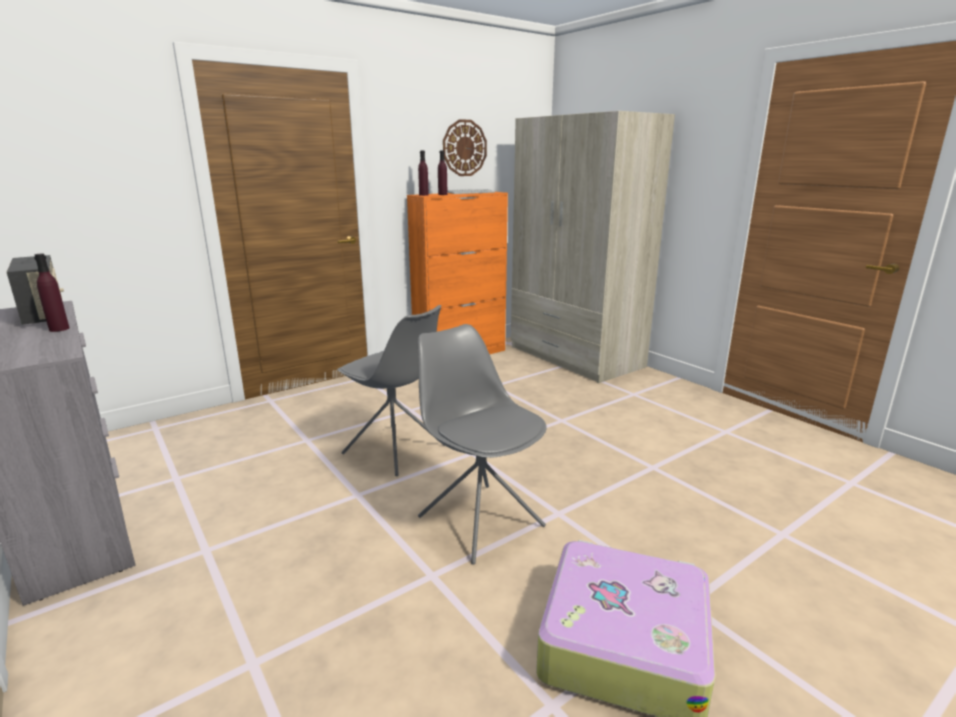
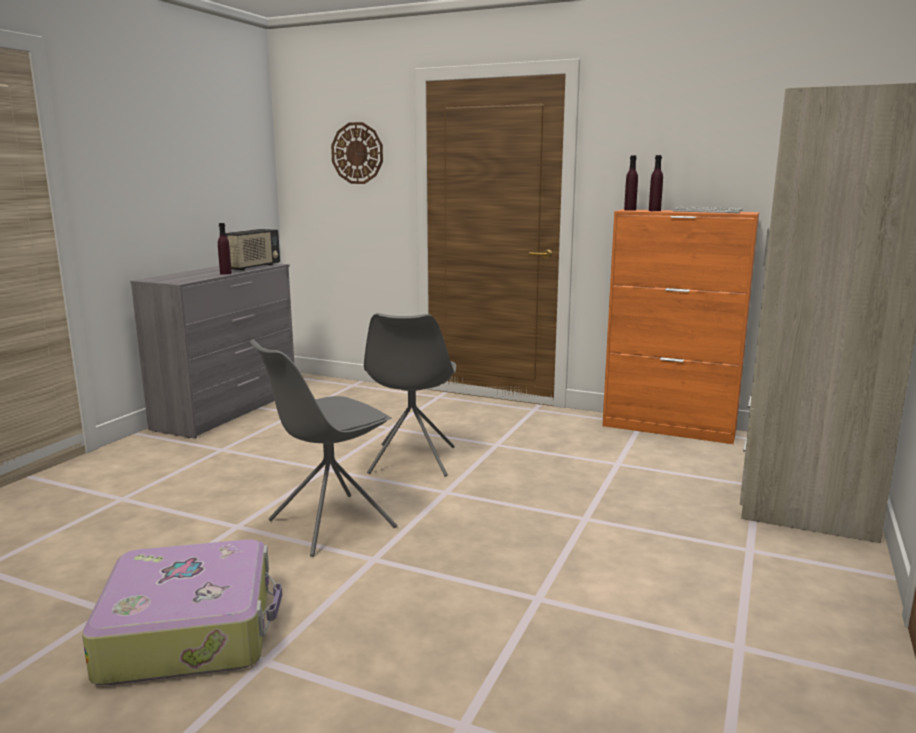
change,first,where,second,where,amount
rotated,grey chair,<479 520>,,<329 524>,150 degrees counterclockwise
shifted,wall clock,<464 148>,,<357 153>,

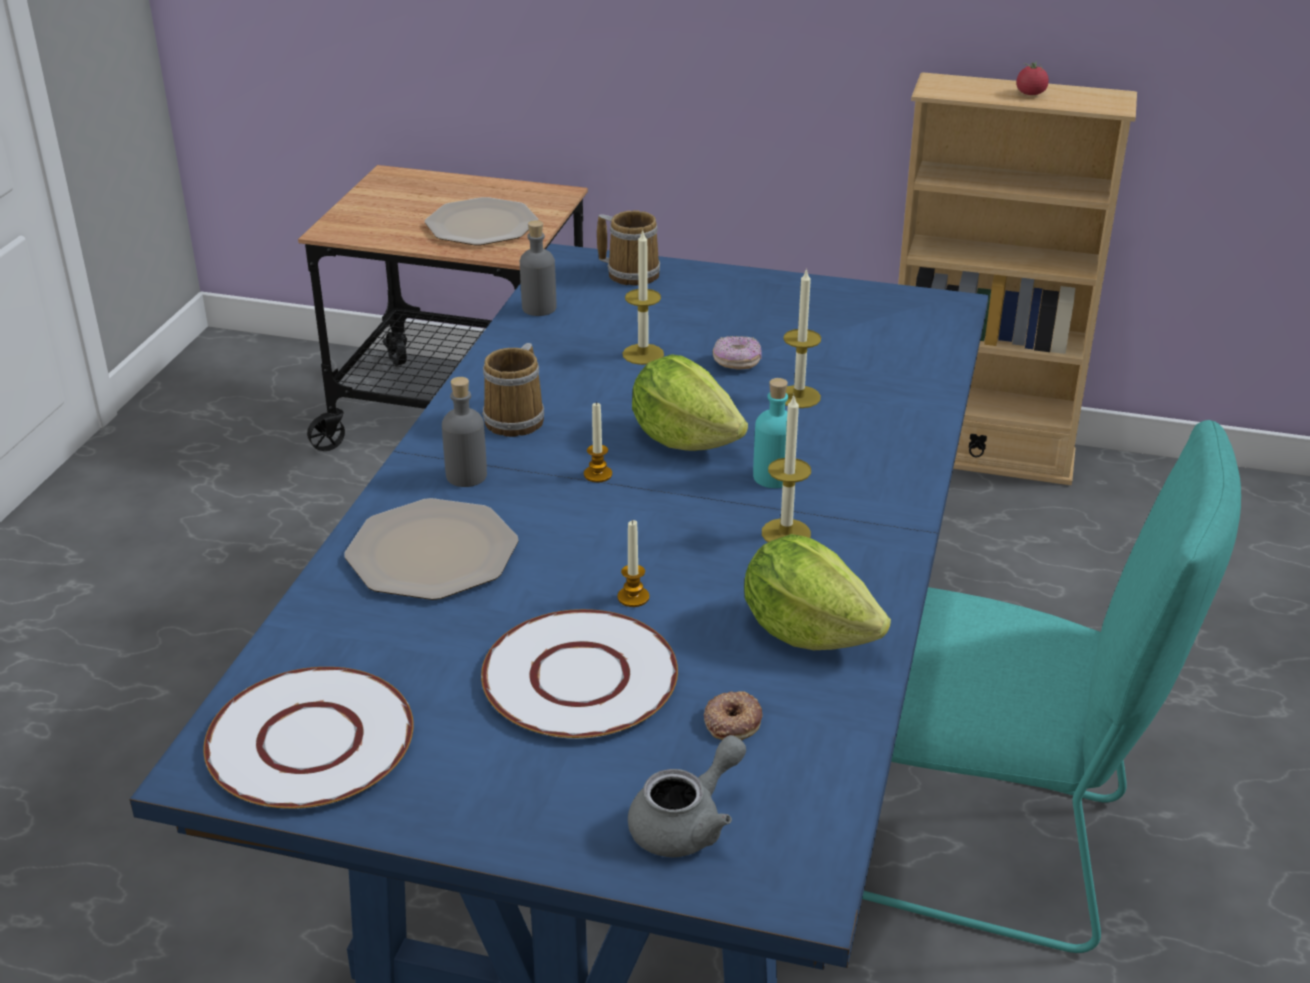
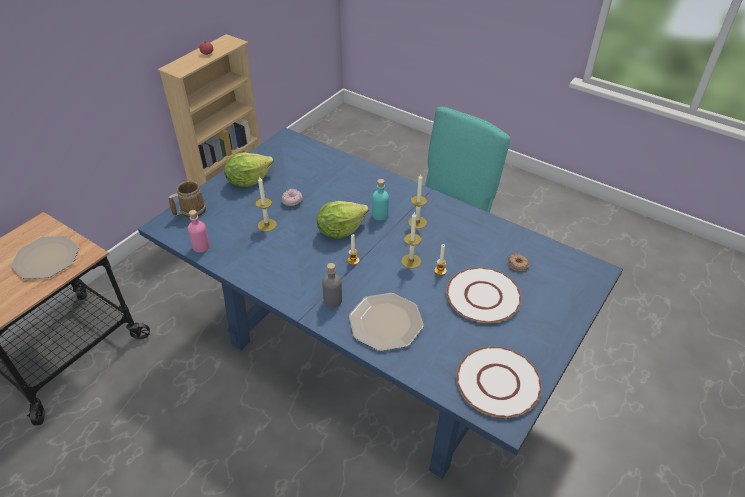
change,first,where,second,where,amount
repainted,grey bottle,<539 308>,pink bottle,<201 246>,
shifted,lettuce,<807 631>,,<248 180>,
shifted,candle,<798 397>,,<411 261>,
gone,mug,<518 418>,,,
gone,grey teapot,<687 823>,,,

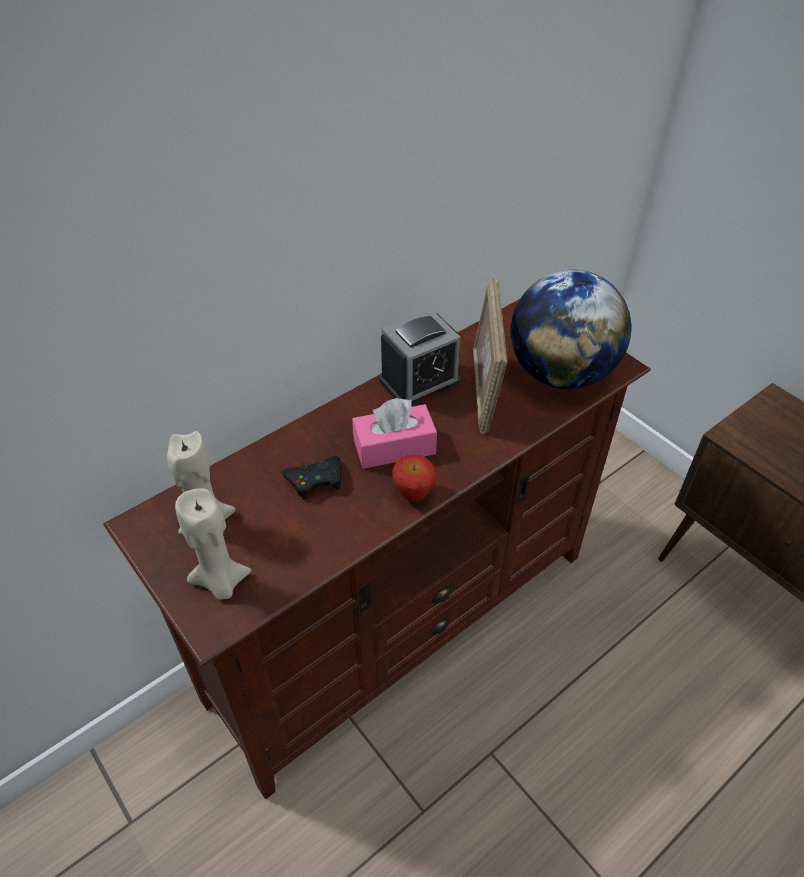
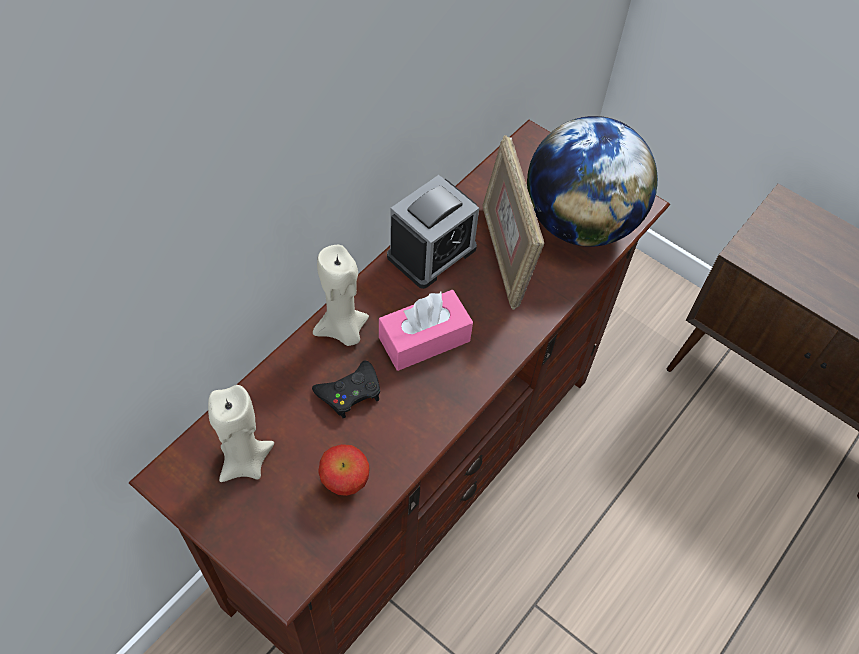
change,first,where,second,where,amount
shifted,beige candle,<221 582>,,<343 331>,
shifted,apple,<413 495>,,<345 484>,

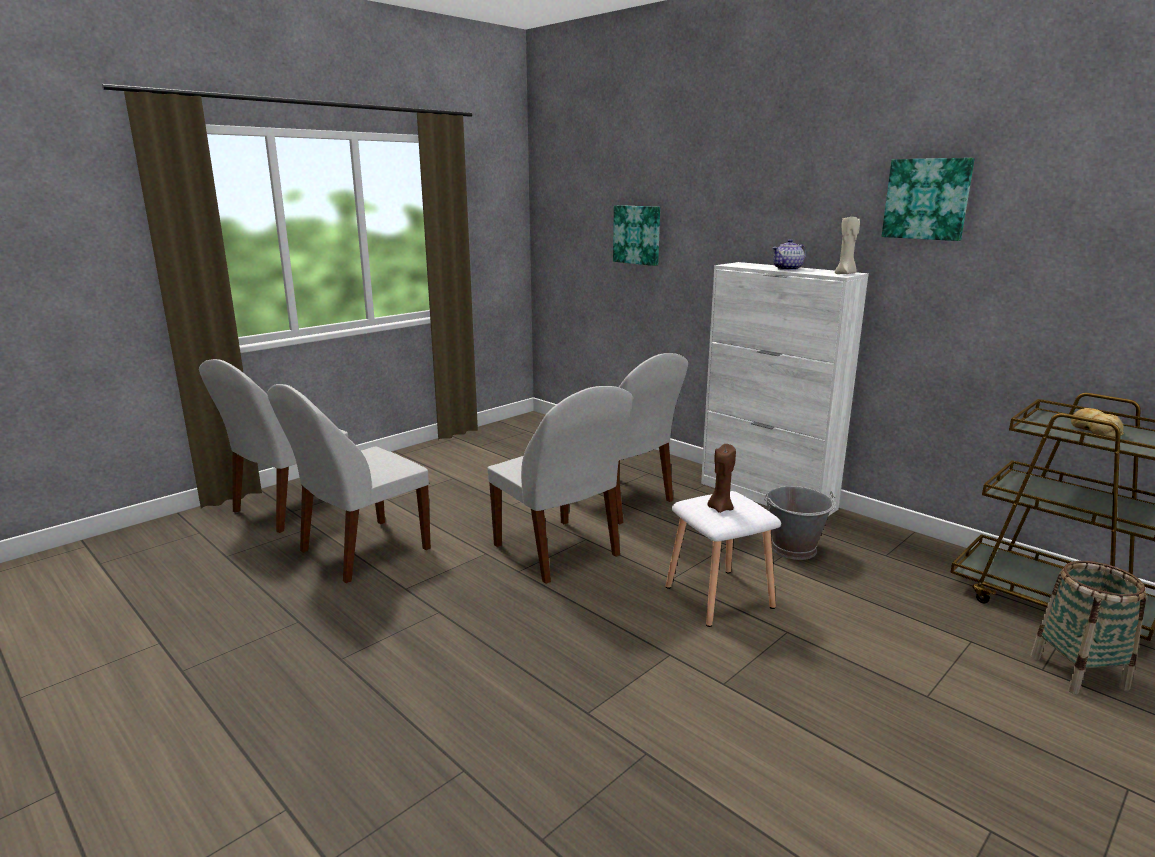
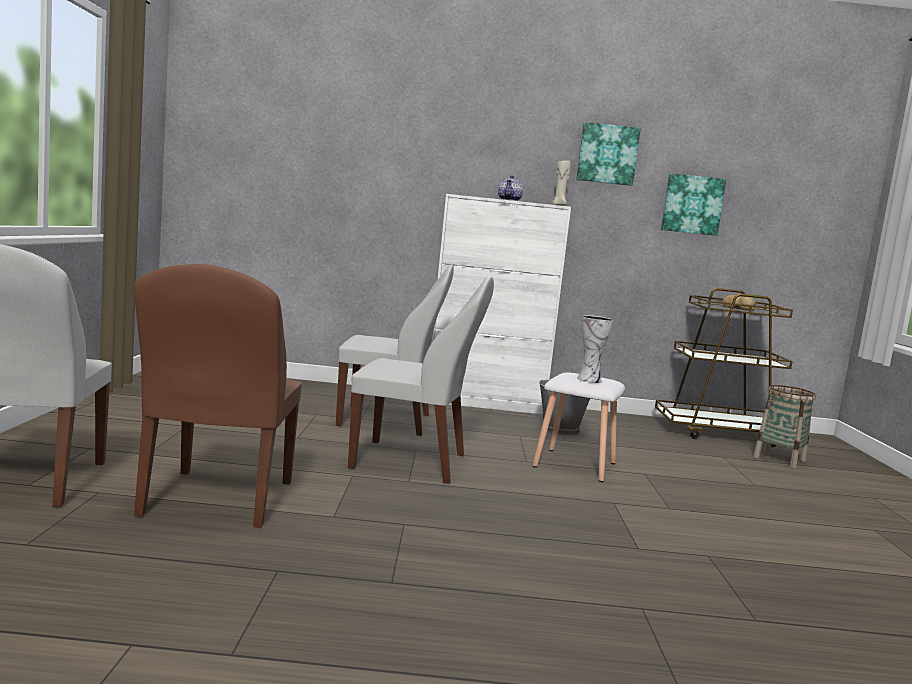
change,first,where,second,where,amount
repainted,white chair,<361 551>,brown chair,<216 500>,
swapped,brown candle,<720 508>,vase,<589 379>,
shifted,picture,<637 234>,,<692 204>,

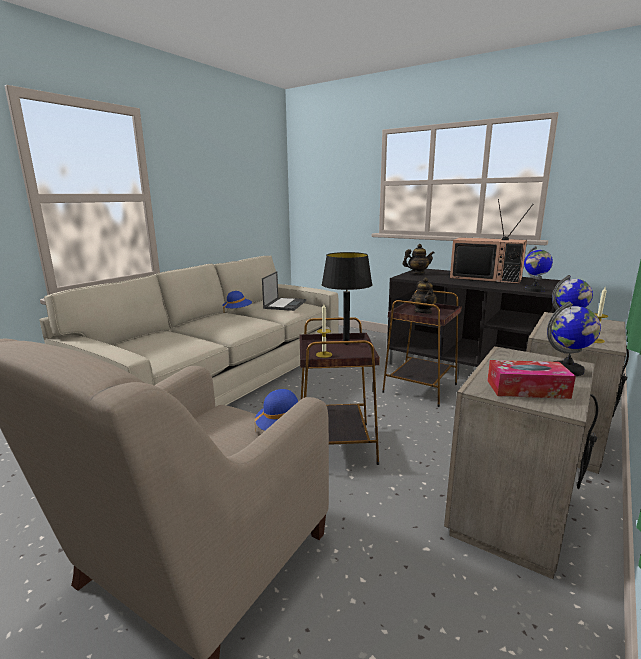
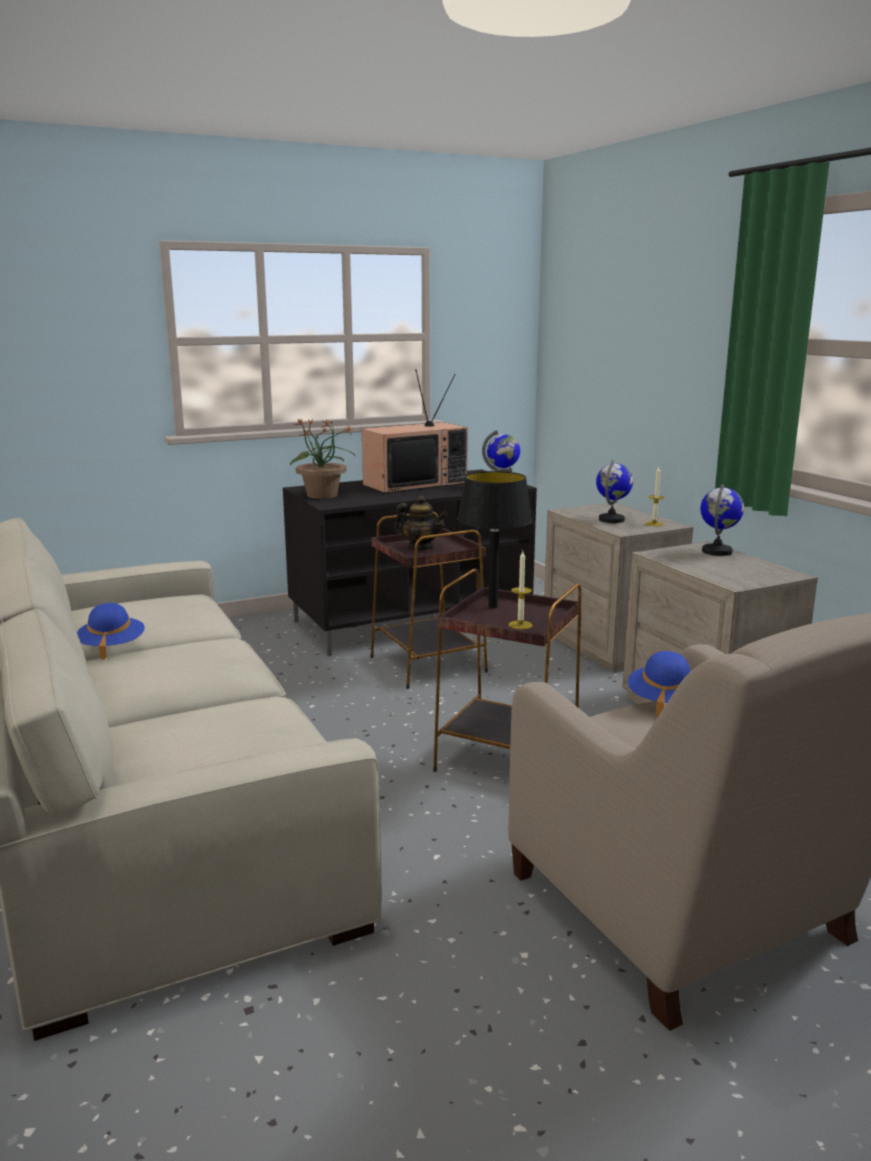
change,first,where,second,where,amount
swapped,teapot,<417 273>,potted plant,<322 495>,
gone,laptop,<285 304>,,,
gone,tissue box,<527 389>,,,

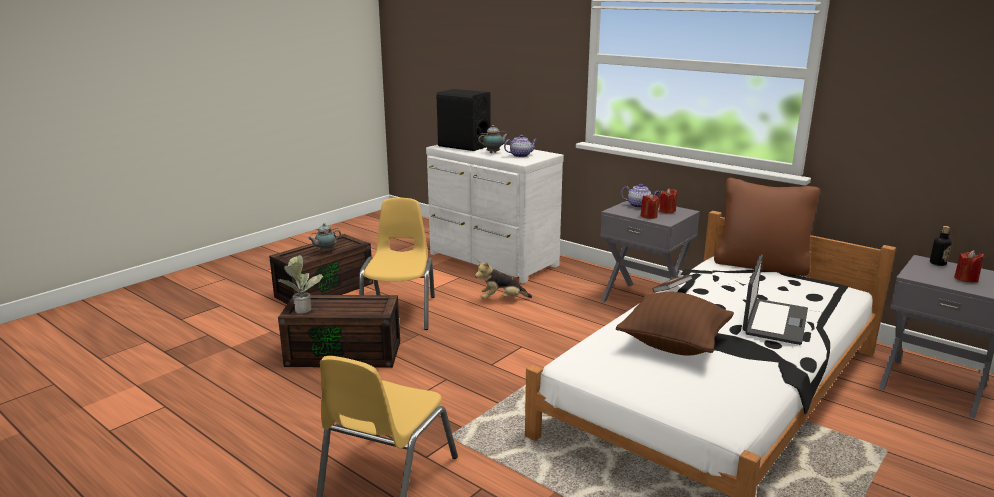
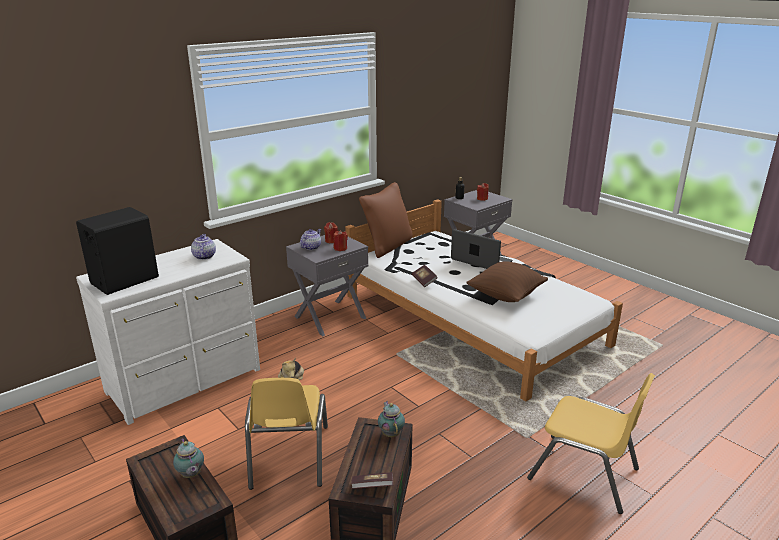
change,first,where,second,where,amount
rotated,yellow chair,<400 312>,,<288 457>,105 degrees counterclockwise
swapped,potted plant,<302 308>,book,<372 487>,
shifted,teapot,<494 153>,,<391 433>,

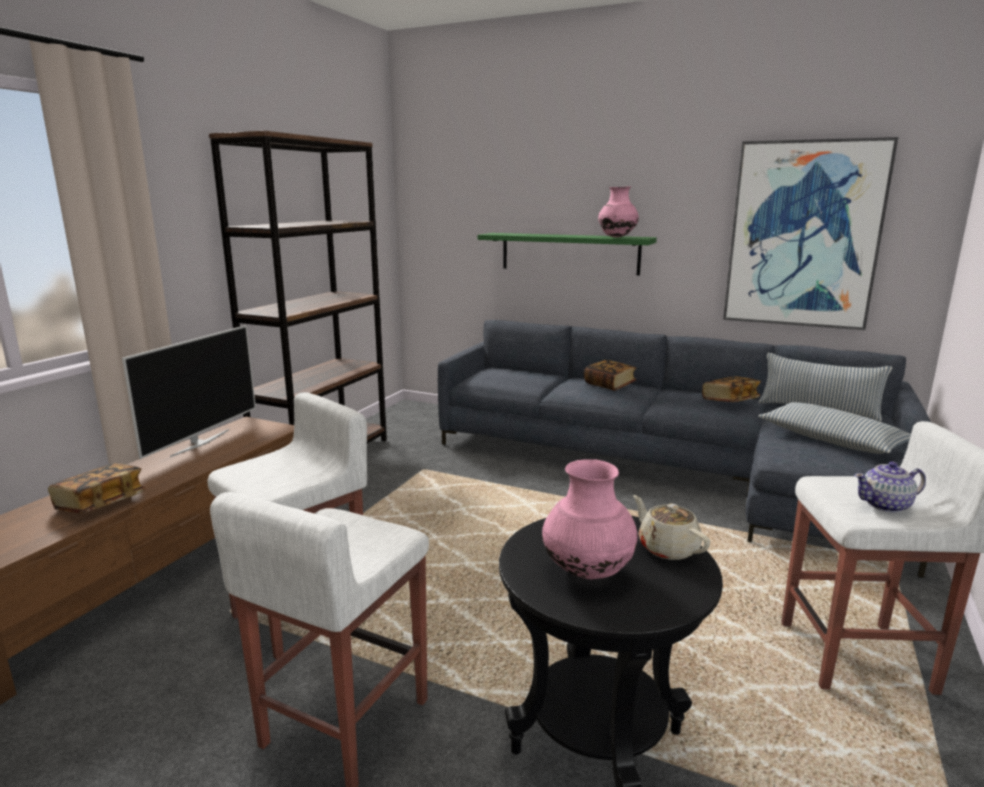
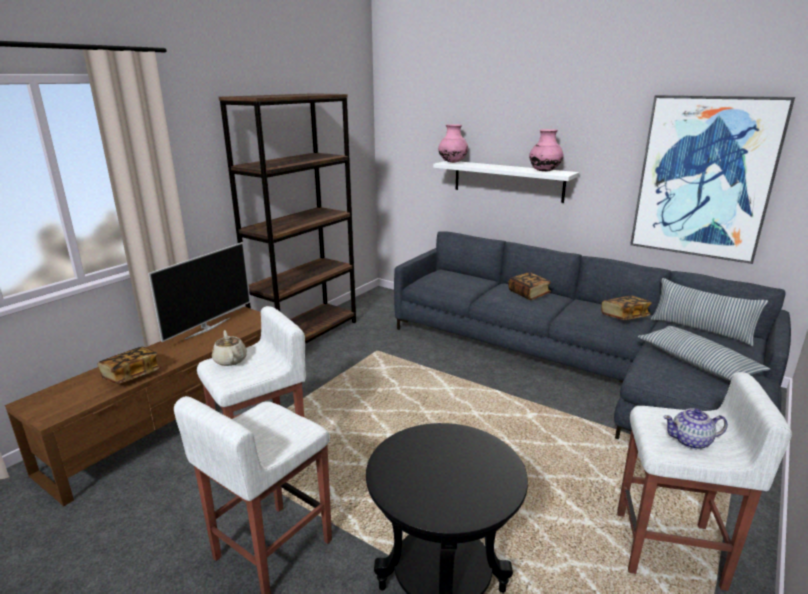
change,first,where,second,where,amount
shifted,beige teapot,<667 548>,,<230 360>,
repainted,green shelf,<569 253>,white shelf,<507 180>,
shifted,pink vase,<588 572>,,<453 162>,

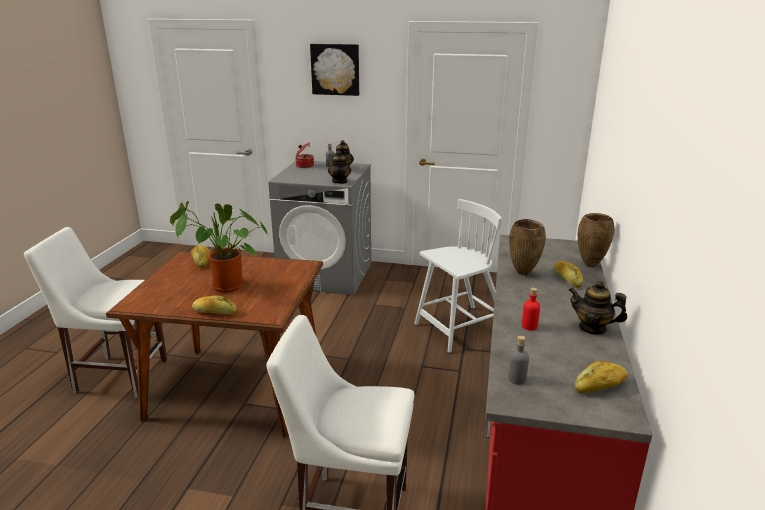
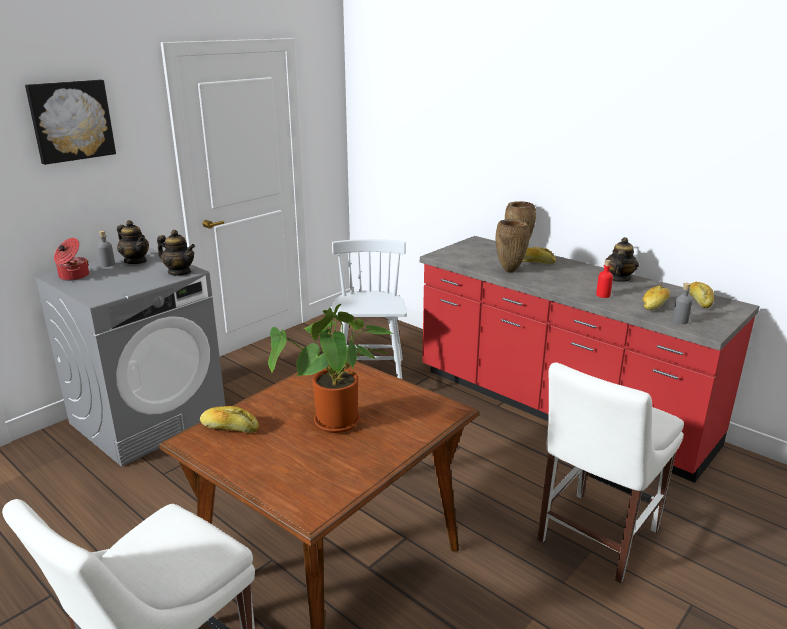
change,first,where,second,where,amount
rotated,teapot,<592 328>,,<618 278>,150 degrees clockwise
shifted,bread,<215 312>,,<655 305>,

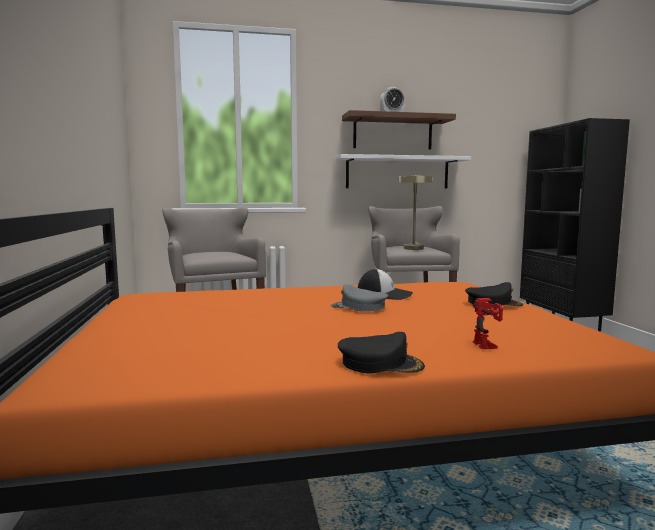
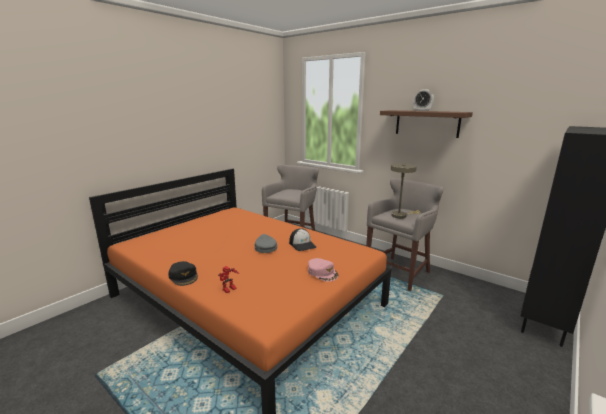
change,first,where,second,where,amount
repainted,black cap,<493 303>,pink cap,<322 273>,
gone,white shelf,<397 172>,,,

